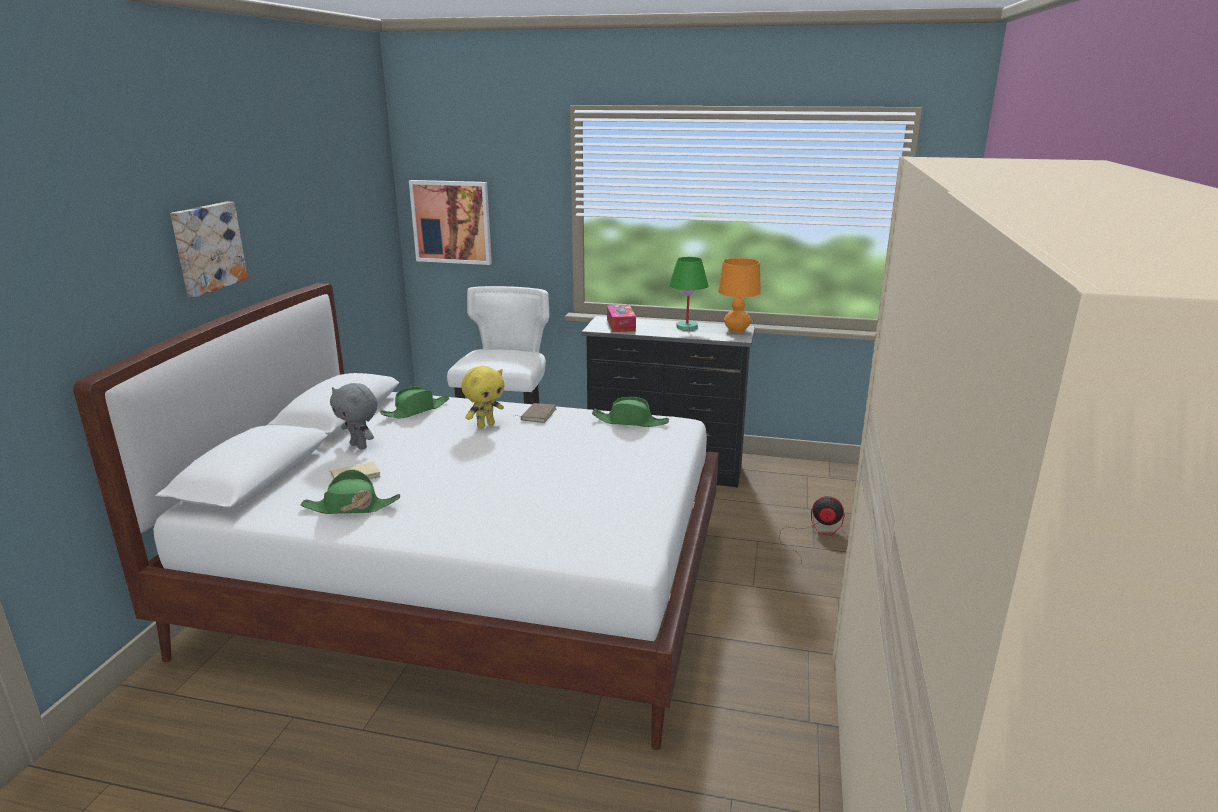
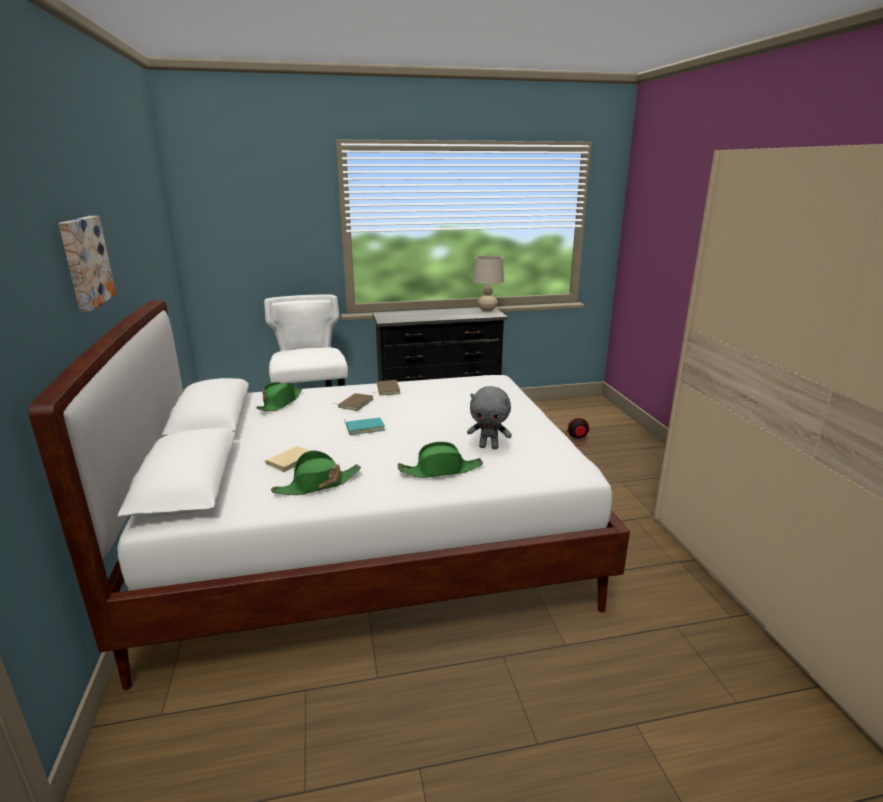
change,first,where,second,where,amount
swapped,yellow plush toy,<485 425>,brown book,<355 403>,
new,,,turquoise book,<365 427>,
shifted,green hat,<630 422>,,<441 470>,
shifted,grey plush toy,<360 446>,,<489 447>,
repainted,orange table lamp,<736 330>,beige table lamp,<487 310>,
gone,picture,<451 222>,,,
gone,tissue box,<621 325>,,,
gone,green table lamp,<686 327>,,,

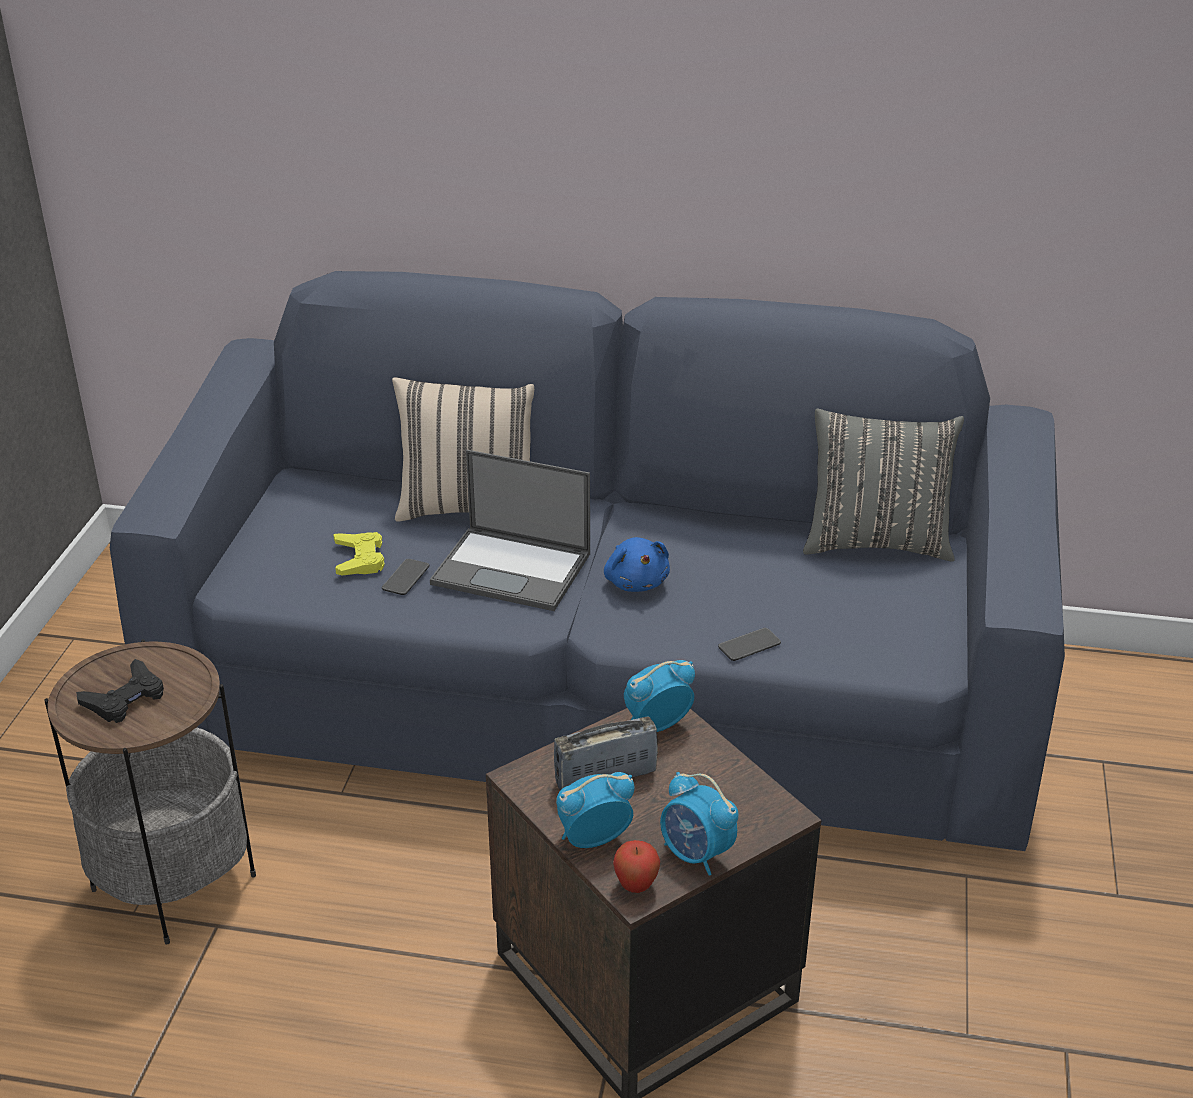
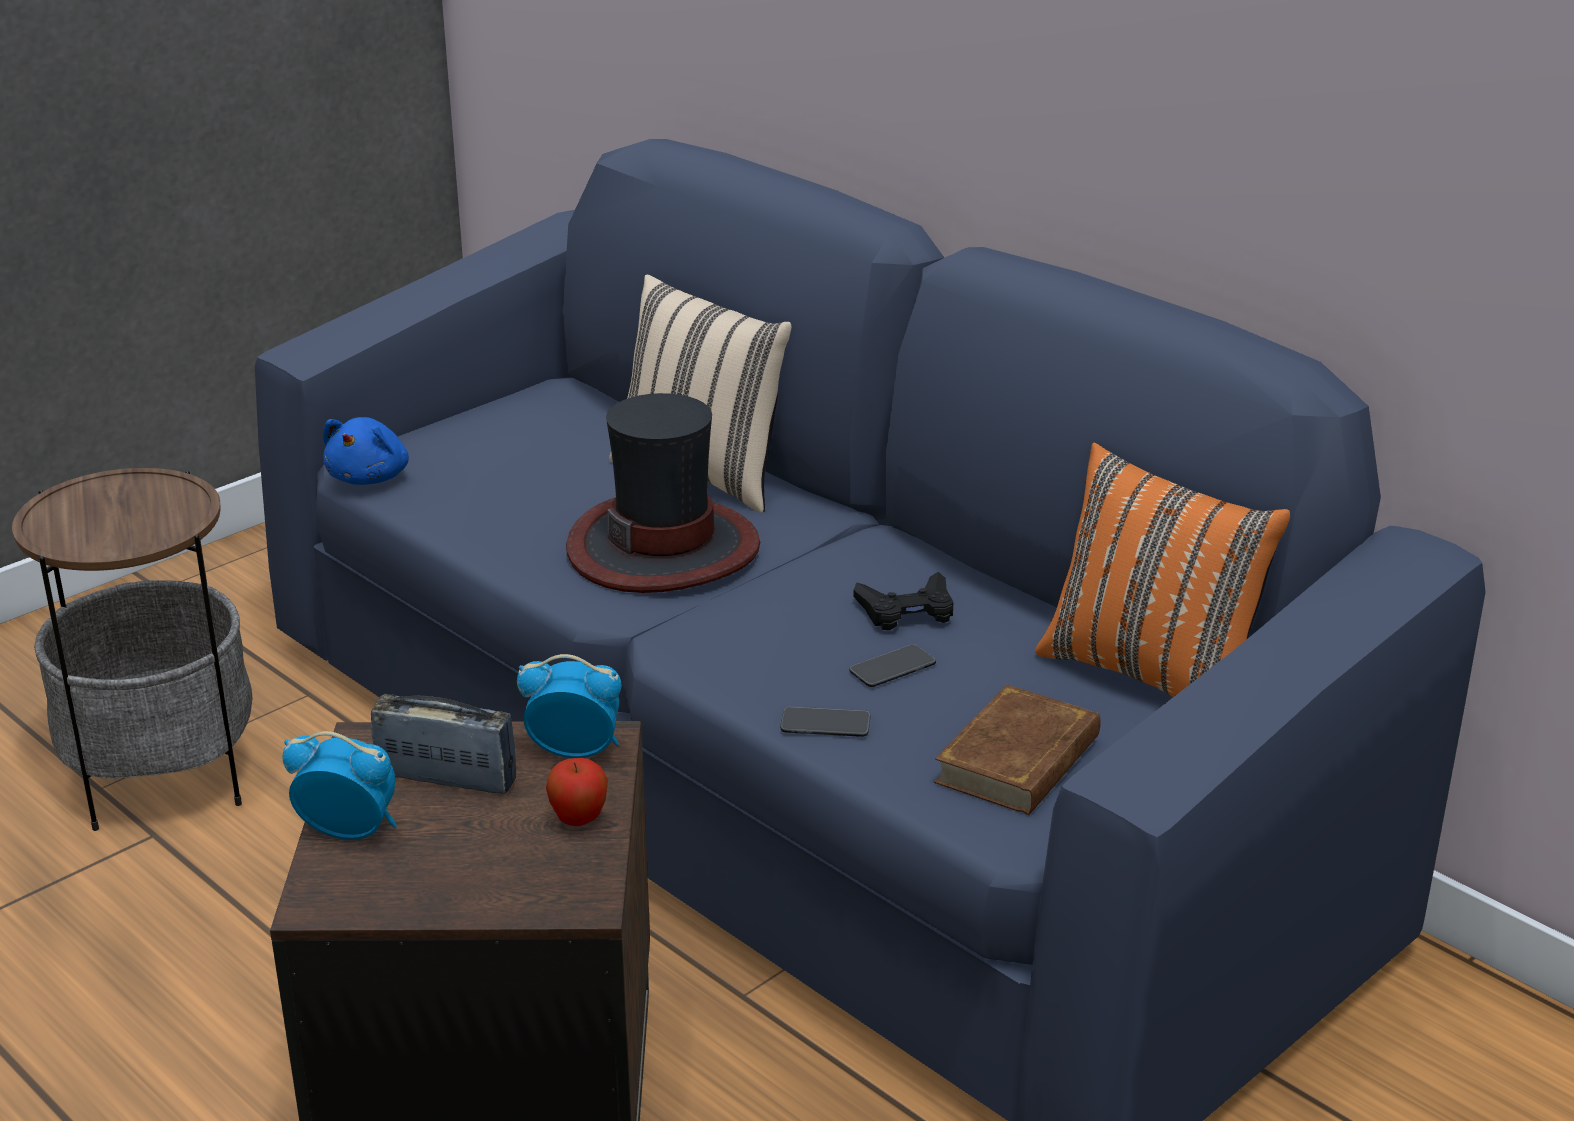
change,first,where,second,where,amount
shifted,blue plush toy,<636 581>,,<370 477>,
shifted,apple,<636 886>,,<578 820>,
swapped,laptop,<513 569>,hat,<664 547>,
shifted,phone,<405 578>,,<892 667>,
shifted,black game controller,<125 699>,,<907 610>,
new,,,brown book,<1019 760>,
repainted,grey pillow,<876 542>,orange pillow,<1154 675>,
gone,yellow game controller,<359 559>,,,
gone,alarm clock,<696 854>,,,

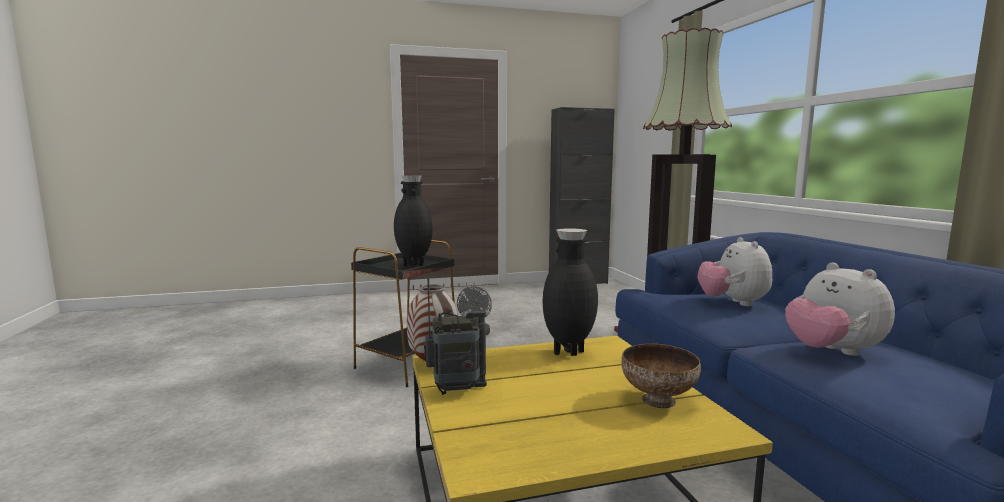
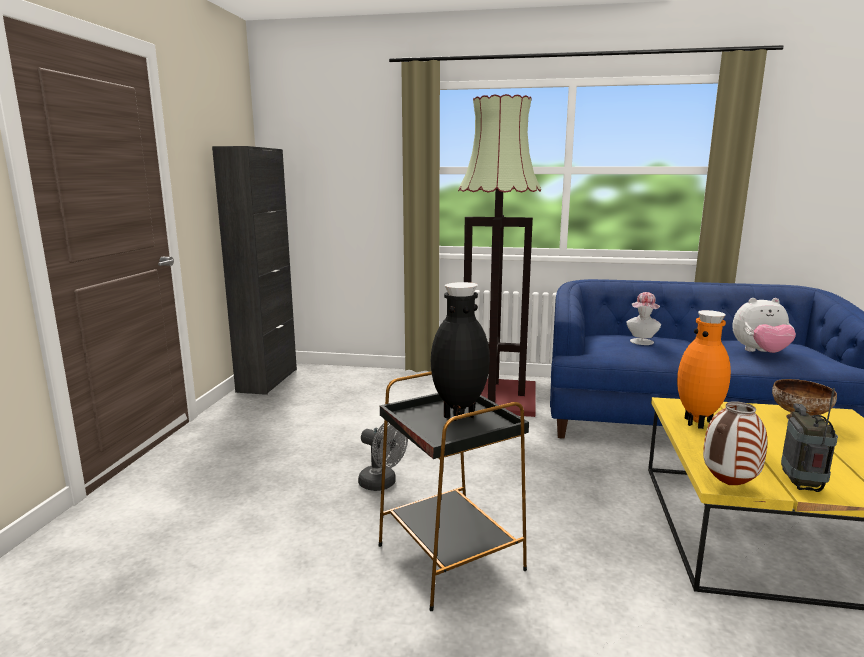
change,first,where,second,where,amount
swapped,plush toy,<732 303>,hat,<641 342>,
repainted,black vase,<569 353>,orange vase,<698 423>,

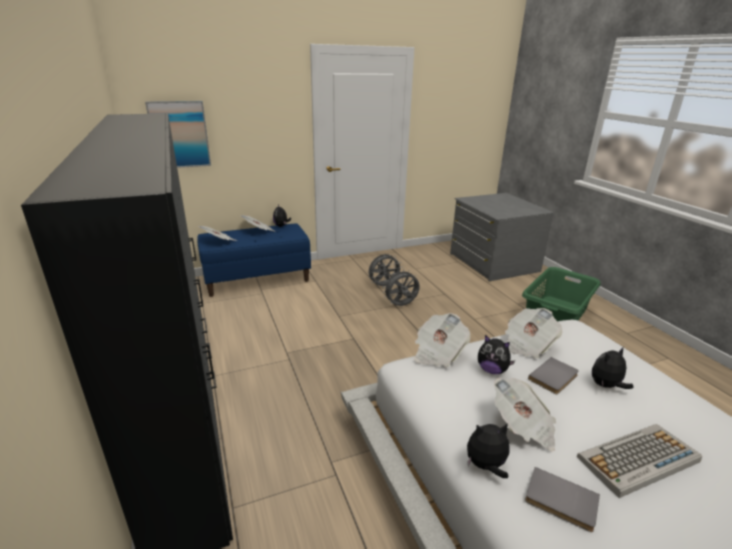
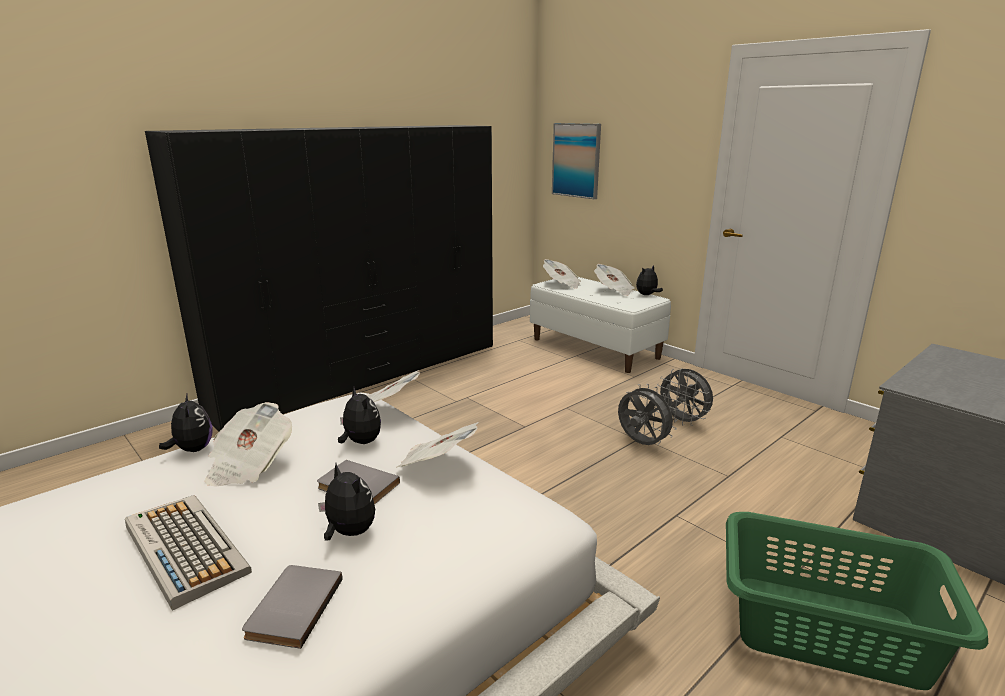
change,first,where,second,where,amount
shifted,grey book,<560 502>,,<292 607>,
rotated,plush toy,<492 370>,,<360 442>,135 degrees clockwise
repainted,blue bench,<257 279>,white bench,<595 348>,

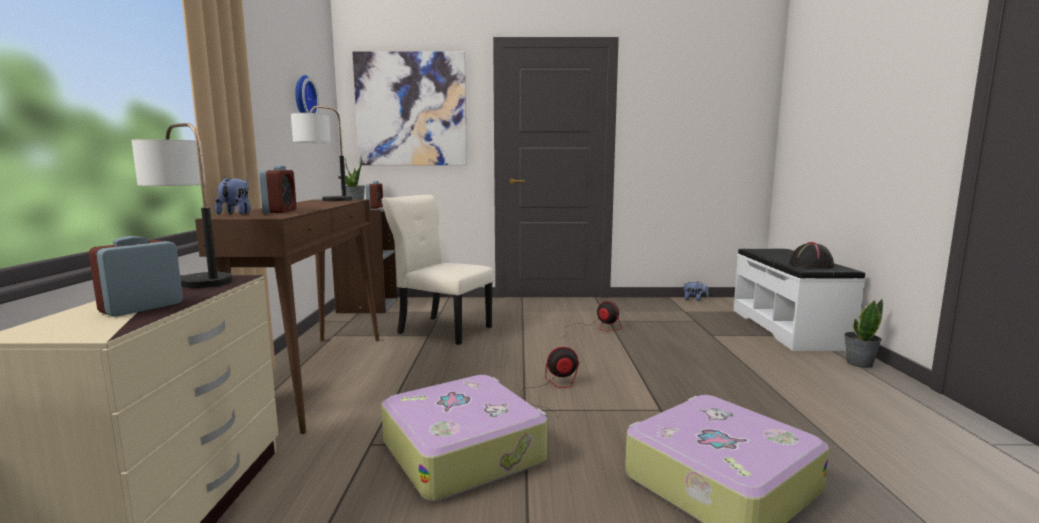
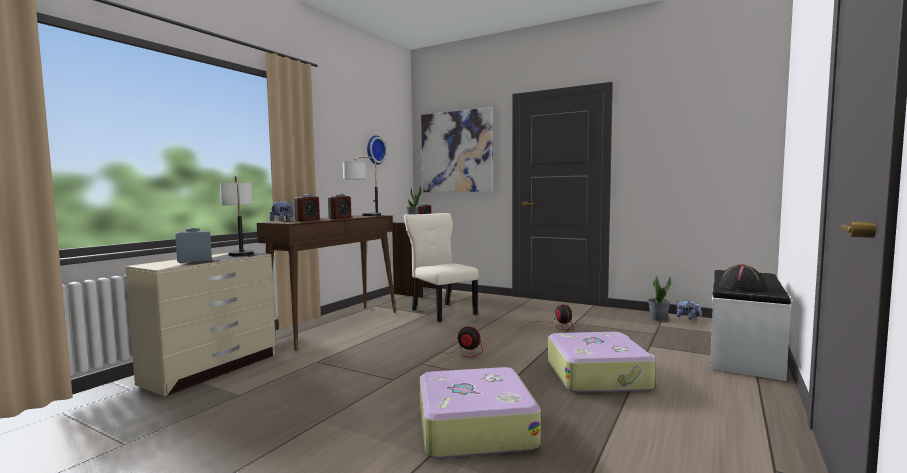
change,first,where,second,where,amount
new,,,alarm clock,<340 218>,
shifted,suitcase,<464 451>,,<598 375>,
shifted,potted plant,<859 363>,,<658 319>,

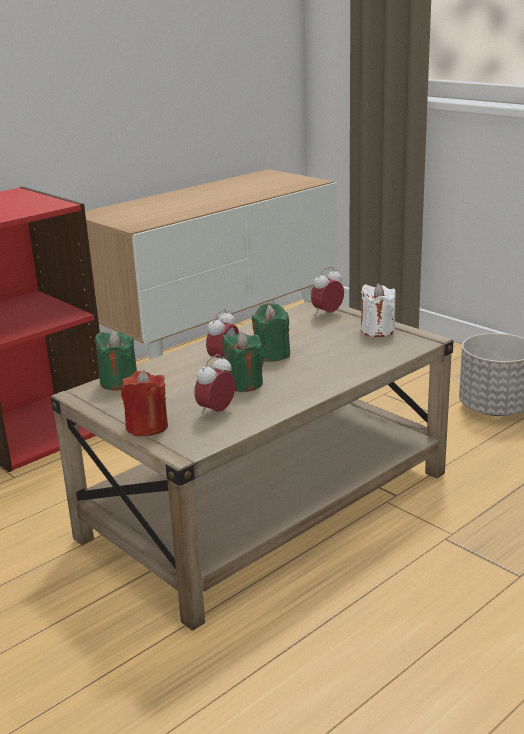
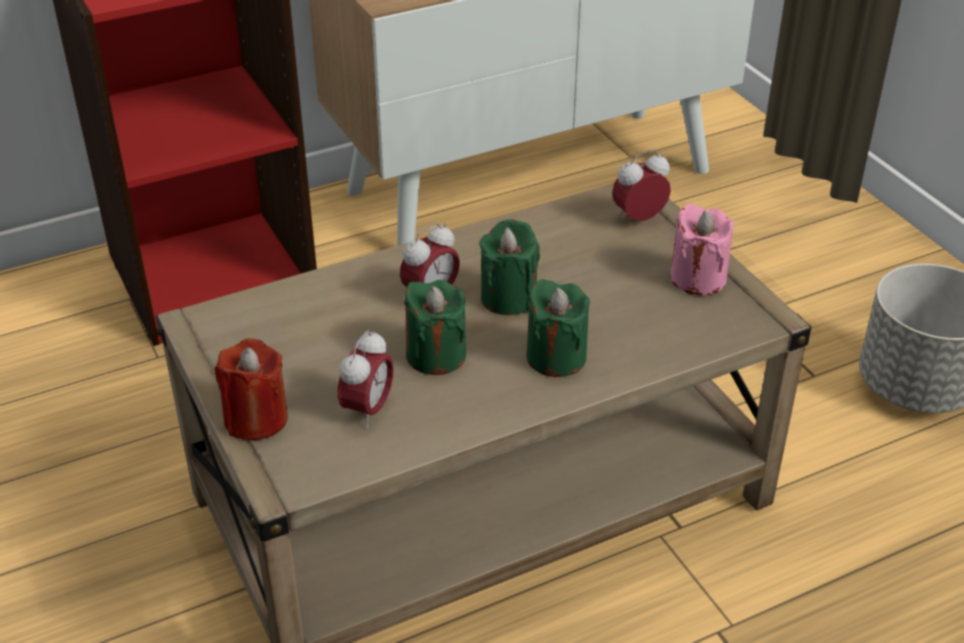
change,first,where,second,where,amount
rotated,alarm clock,<216 412>,,<368 410>,150 degrees clockwise
shifted,green candle,<119 382>,,<556 357>,
repainted,white candle,<377 330>,pink candle,<698 278>,

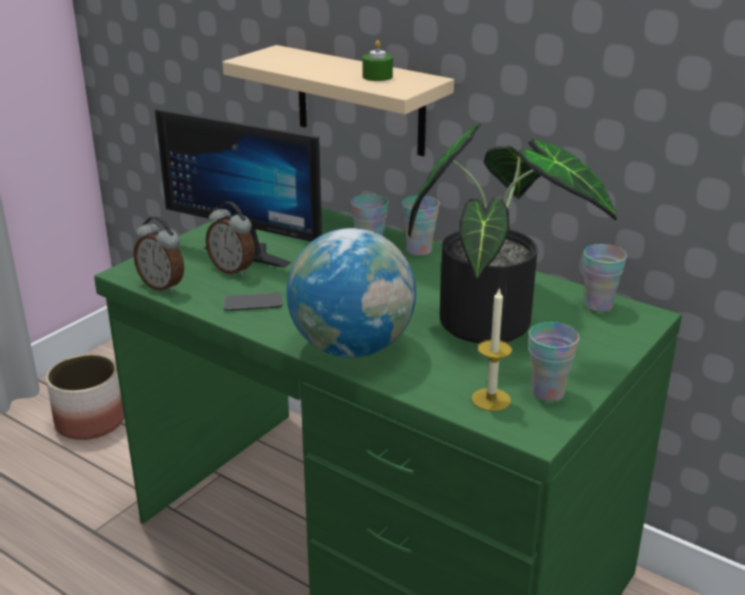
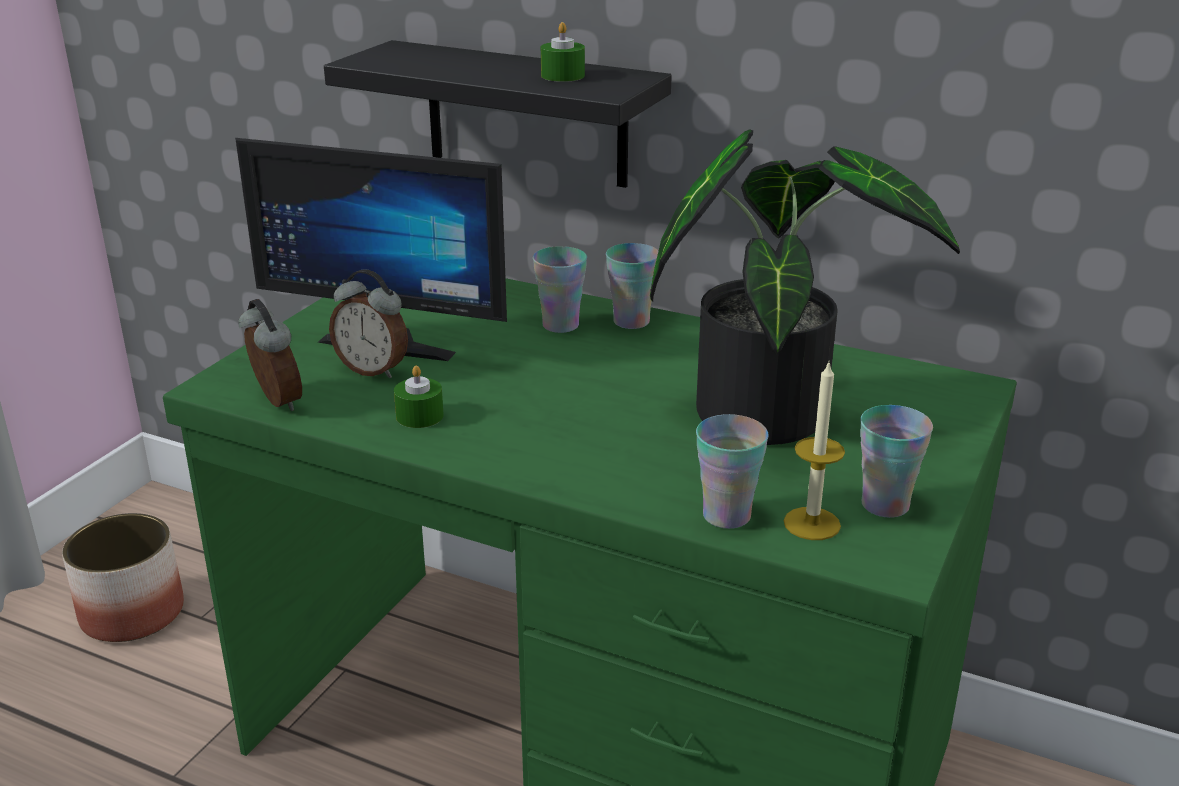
change,first,where,second,where,amount
rotated,alarm clock,<163 286>,,<275 402>,150 degrees counterclockwise
repainted,beige shelf,<360 101>,black shelf,<526 114>,
swapped,phone,<253 303>,green candle,<419 416>,
shifted,cup,<598 305>,,<726 516>,
gone,globe,<352 348>,,,

